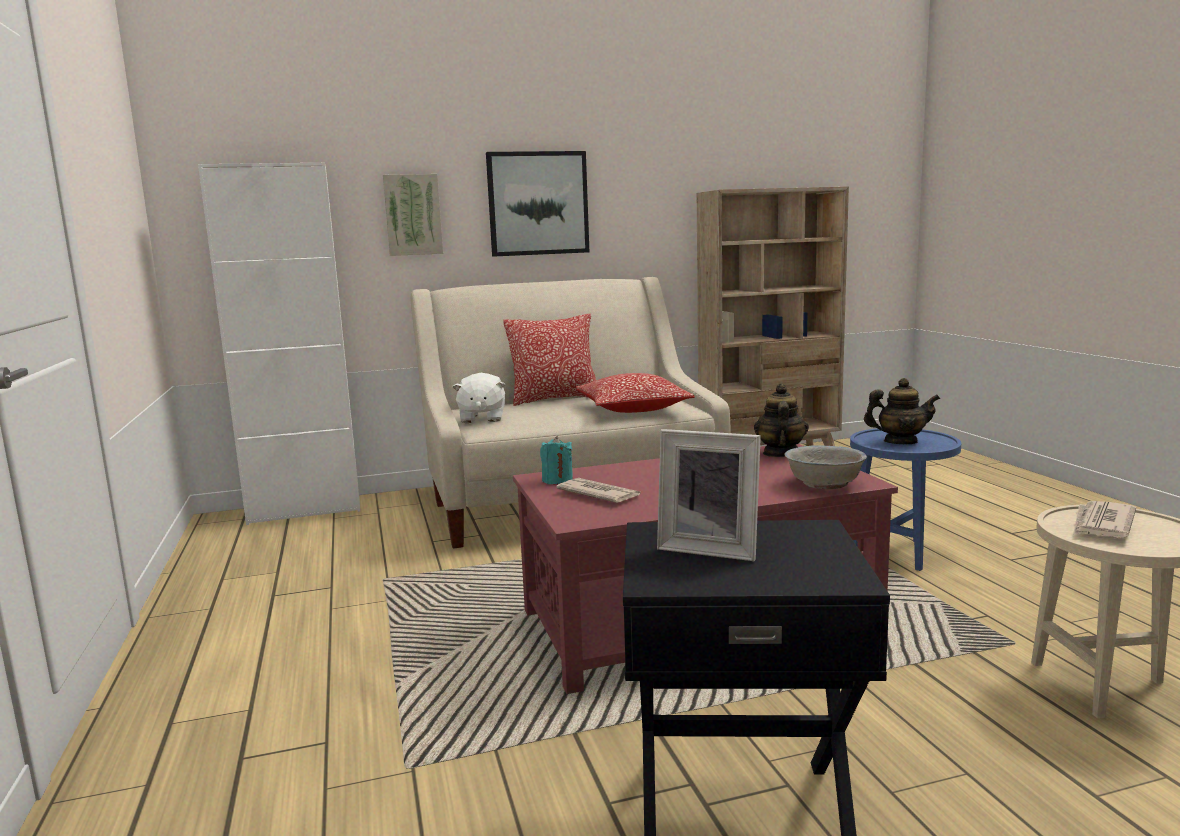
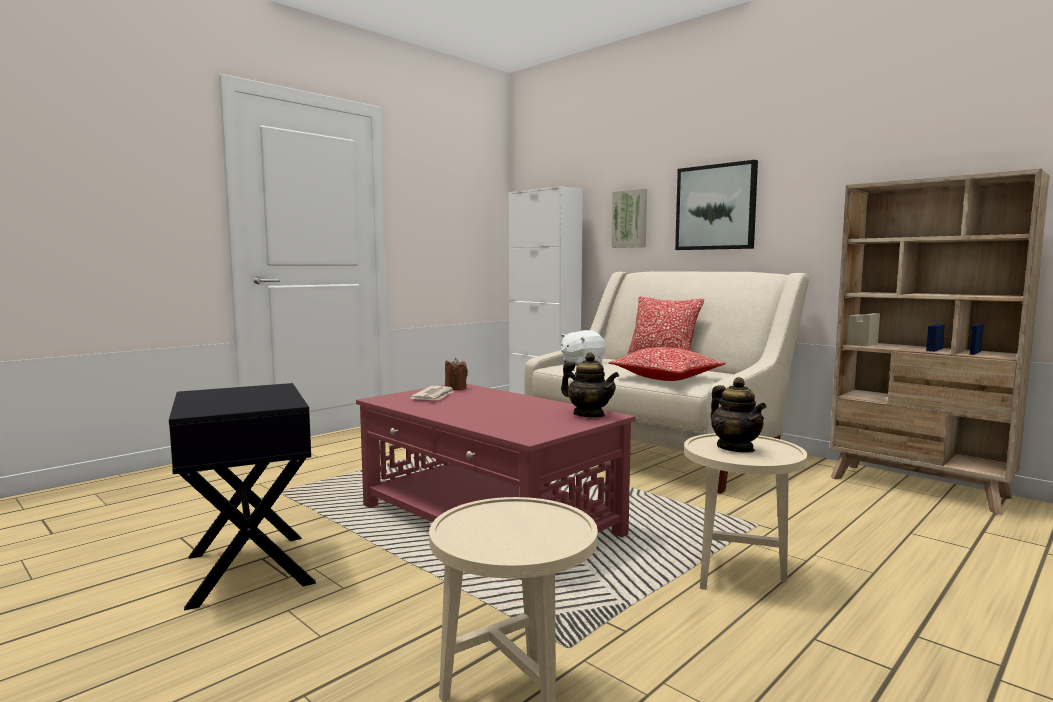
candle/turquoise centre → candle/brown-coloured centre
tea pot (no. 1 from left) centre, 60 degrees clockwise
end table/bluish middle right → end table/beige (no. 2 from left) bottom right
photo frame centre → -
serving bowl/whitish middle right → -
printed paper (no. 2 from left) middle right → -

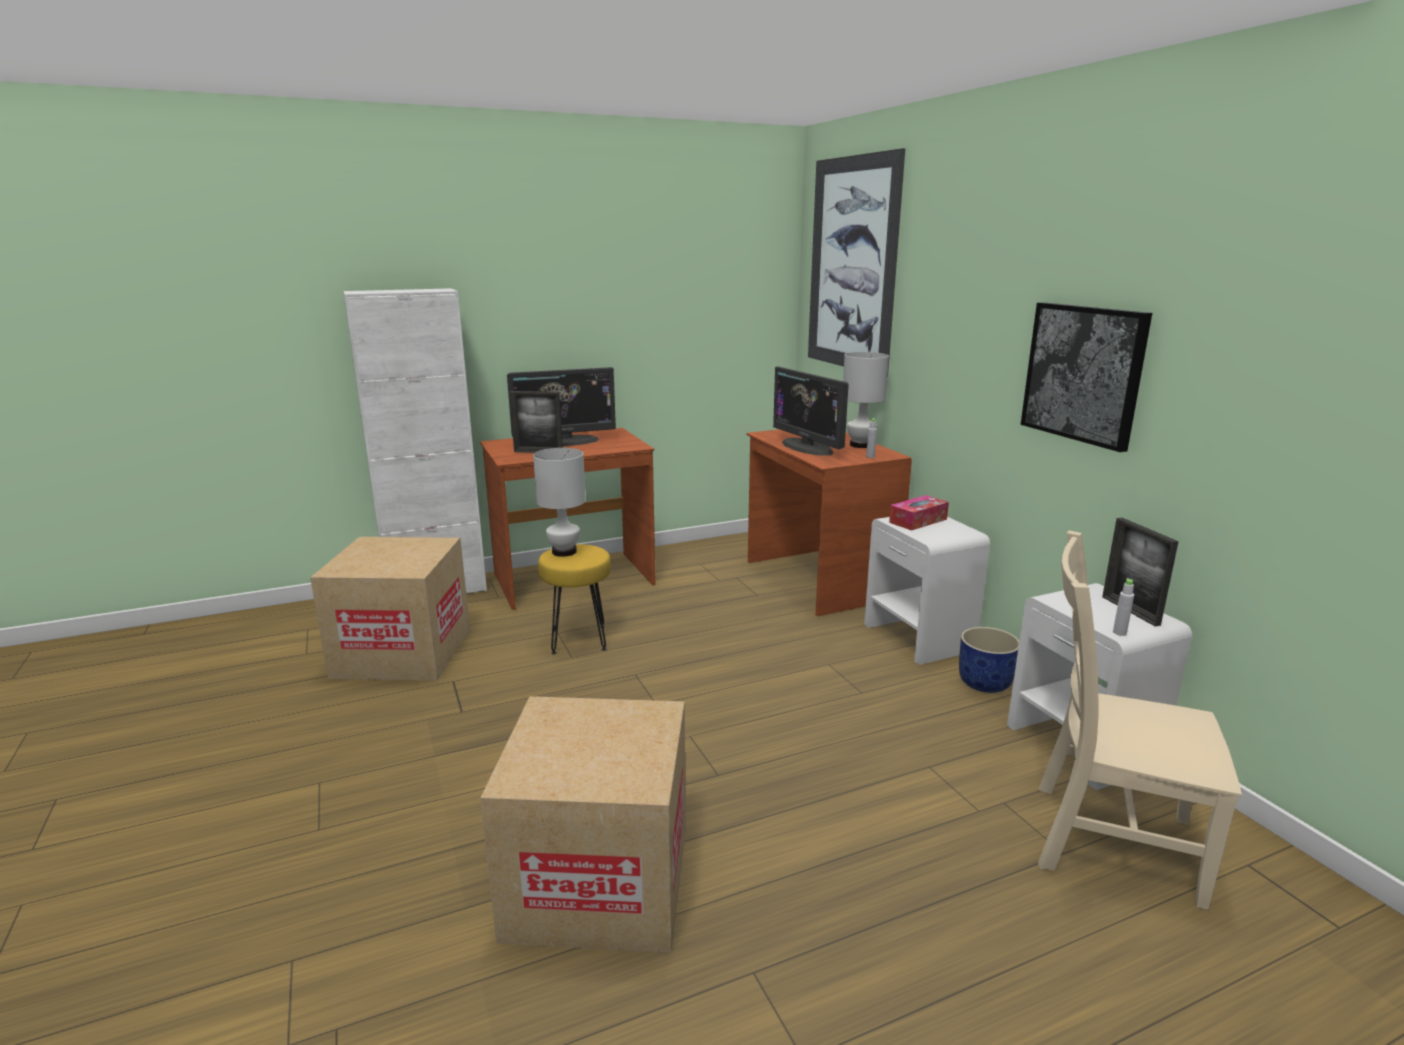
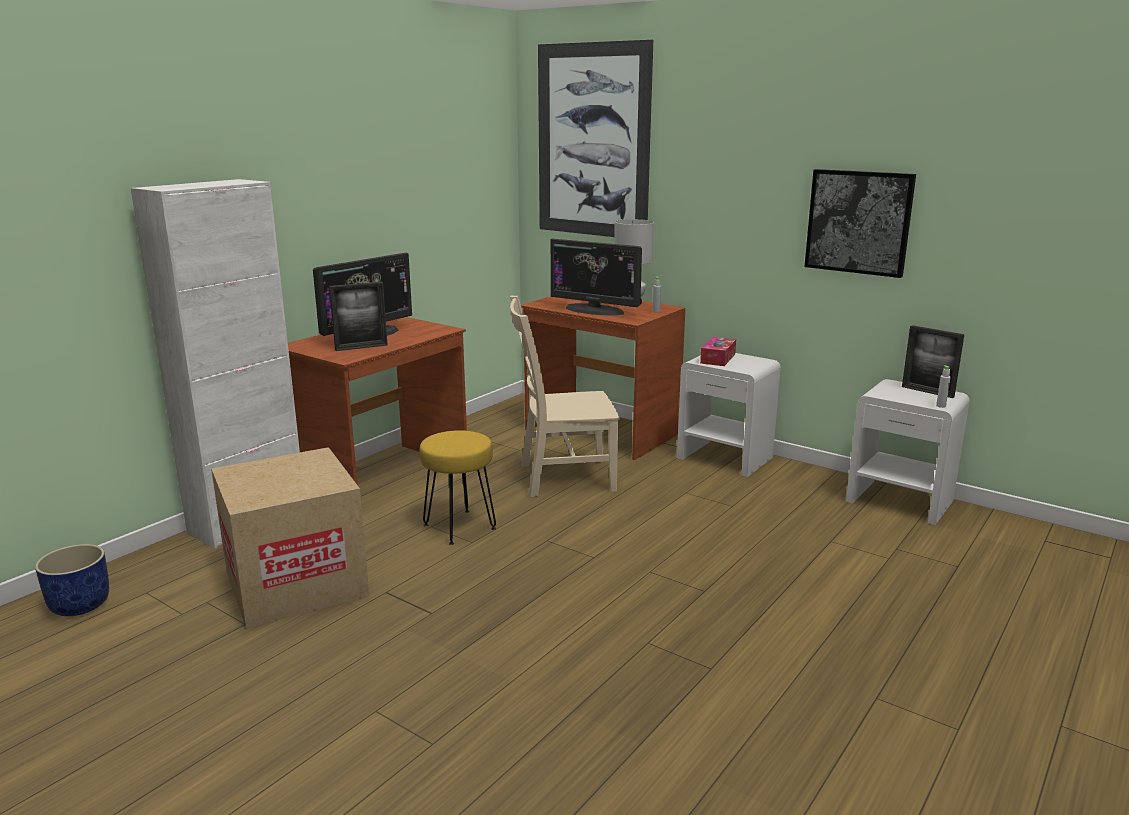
flower pot/bluish middle right → flower pot/bluish bottom left, shifted
plain chair/beige bottom right → plain chair/beige centre, shifted
cardboard box (no. 2 from left) bottom centre → -
tabletop lamp/whitish (no. 1 from left) centre → -

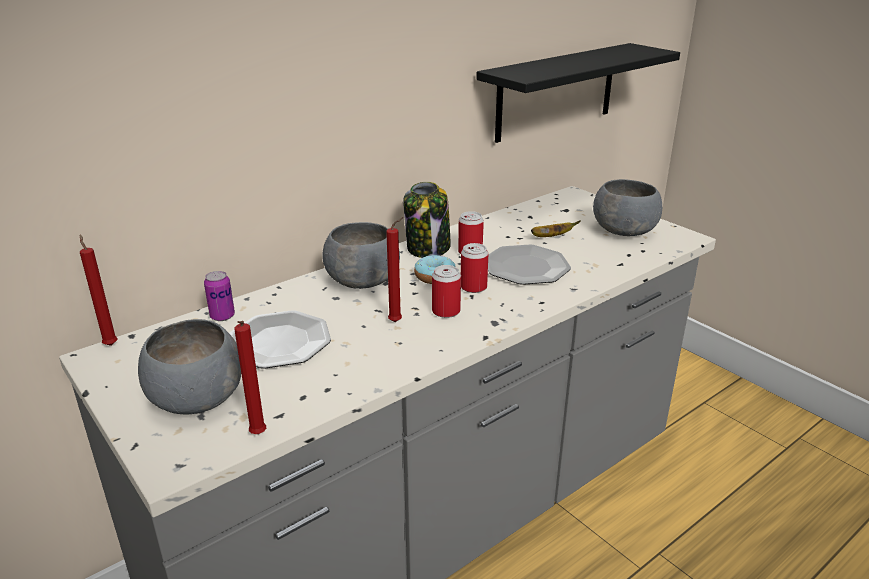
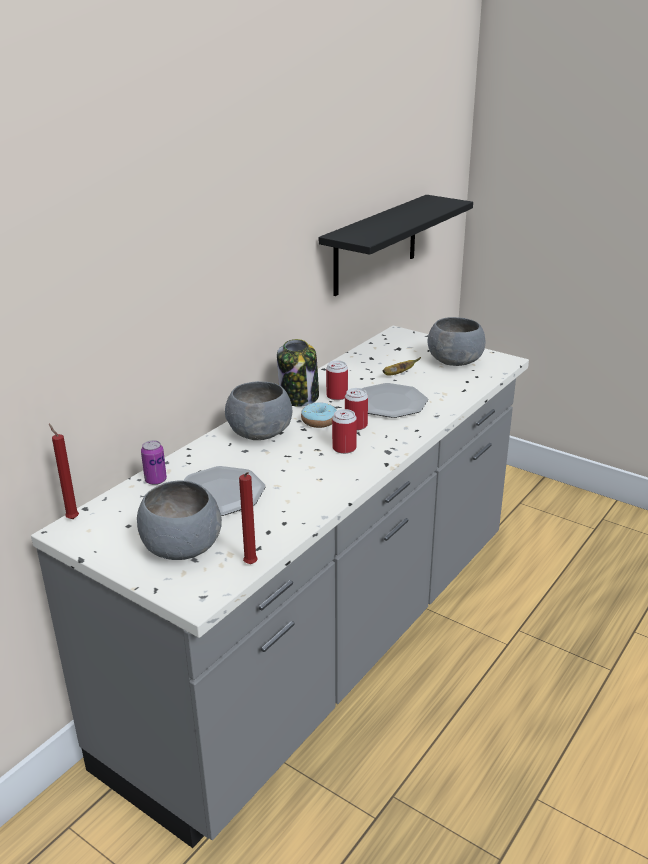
candle/reddish (no. 3 from left) centre → -

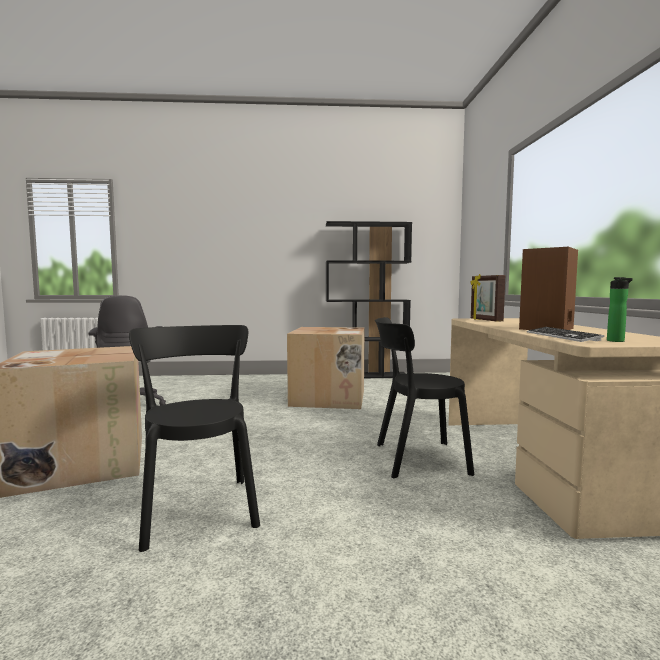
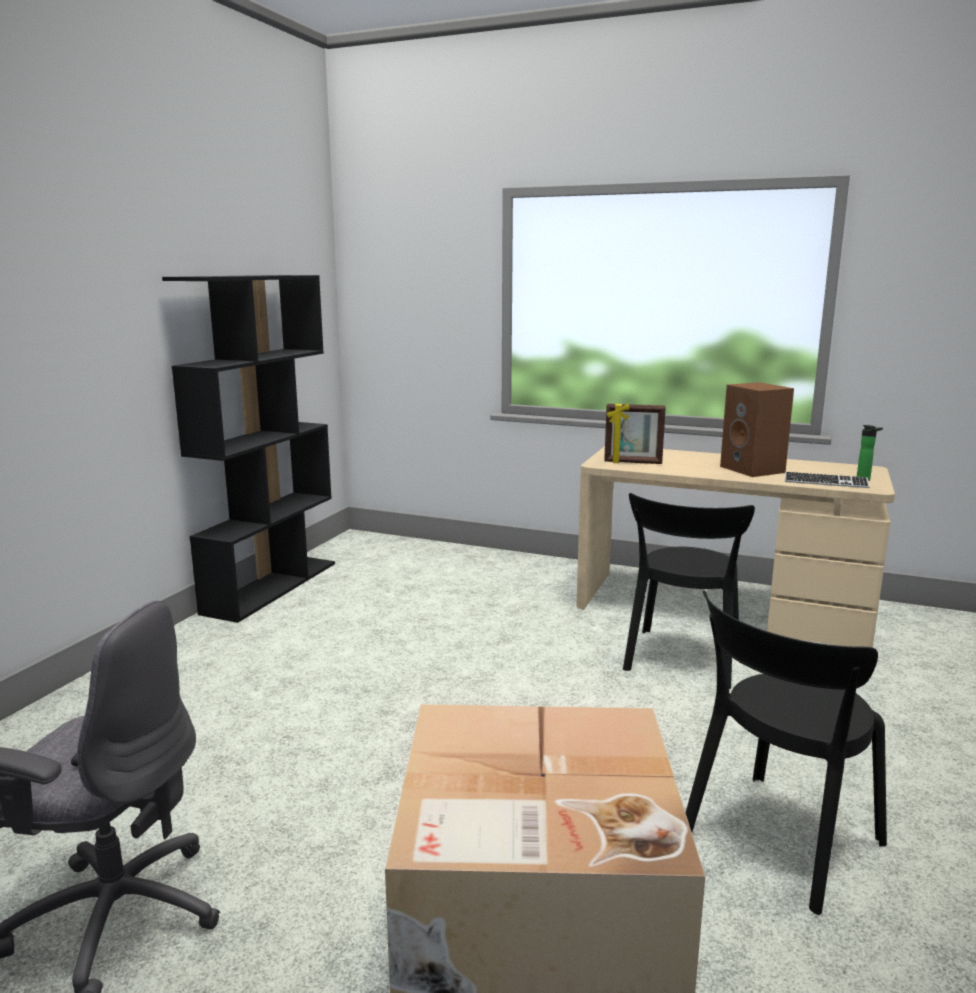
plain chair/black-coloured (no. 1 from left in the first image) middle left → plain chair/black-coloured (no. 2 from left) bottom right, 45 degrees counterclockwise
cardboard box (no. 2 from left) centre → -

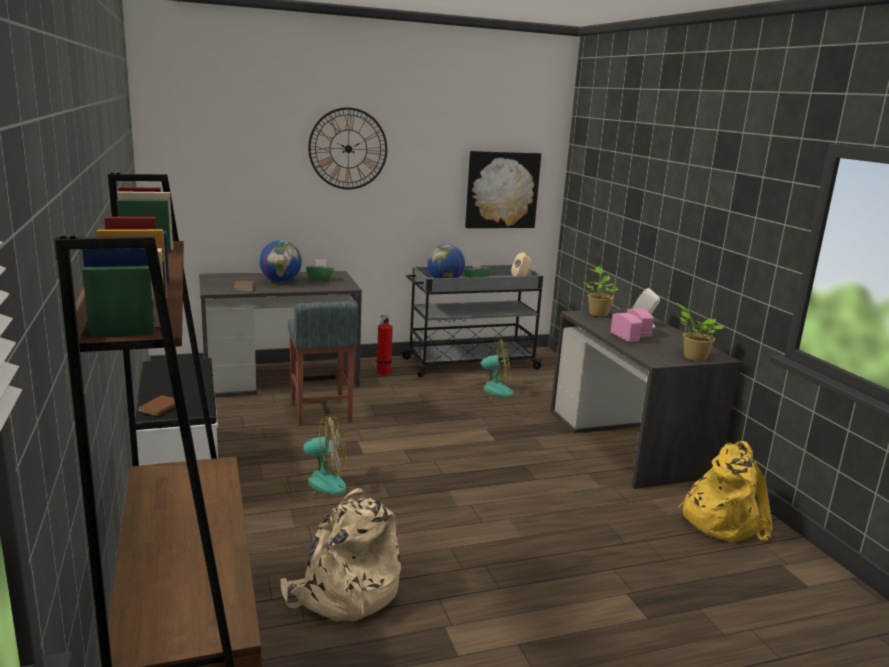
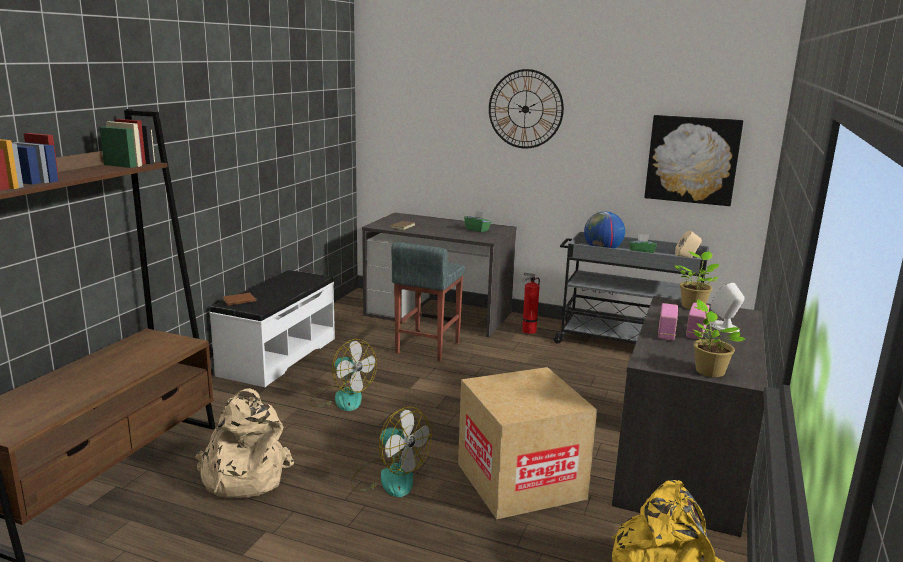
electric fan (no. 2 from left) centre → electric fan (no. 2 from left) bottom centre, shifted
- → cardboard box bottom centre
globe (no. 1 from left) middle left → -

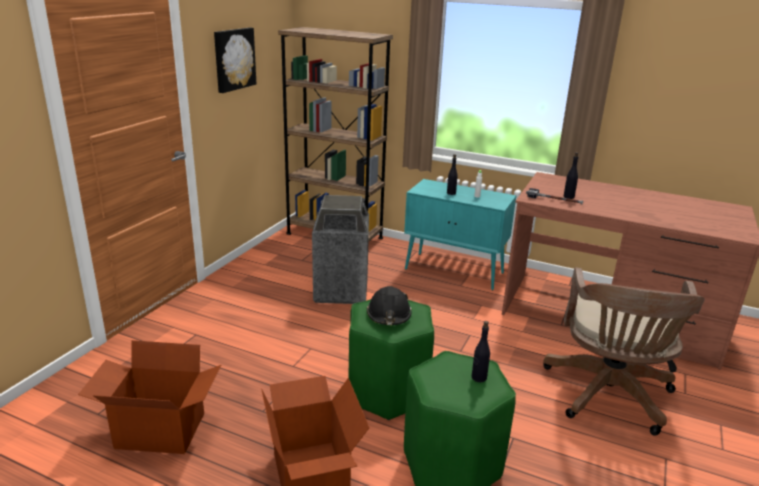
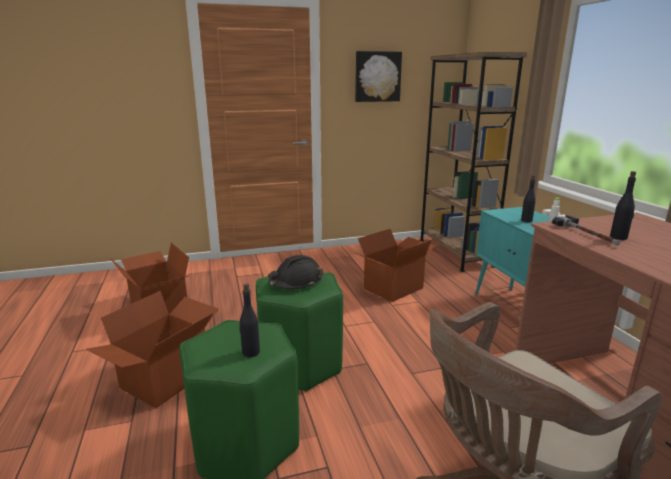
rubbish bin centre → cardboard box (no. 3 from left) centre

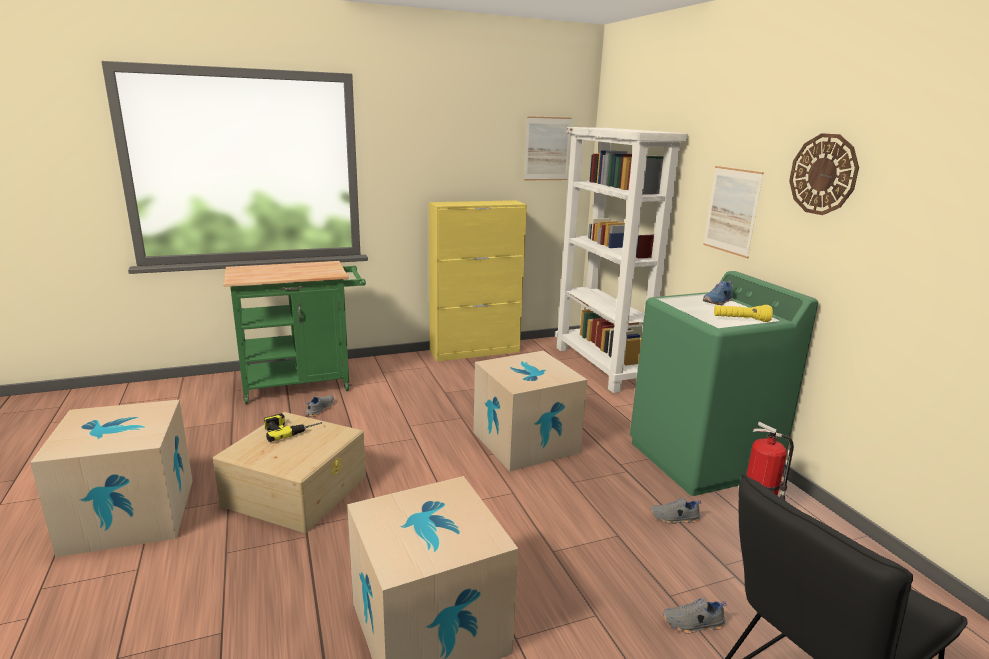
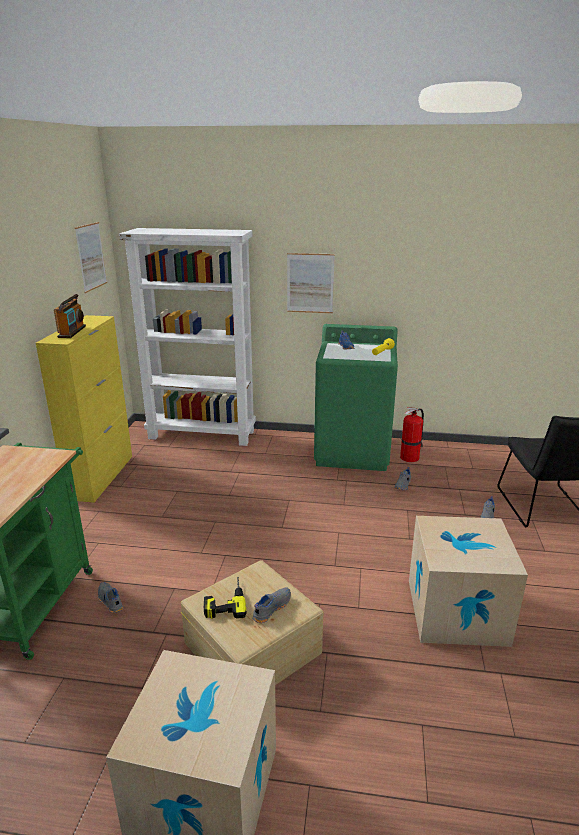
- → radio set middle left
- → low shoe/grey (no. 2 from left) bottom centre
cardboard box (no. 3 from left) centre → -
clock on the wall top right → -

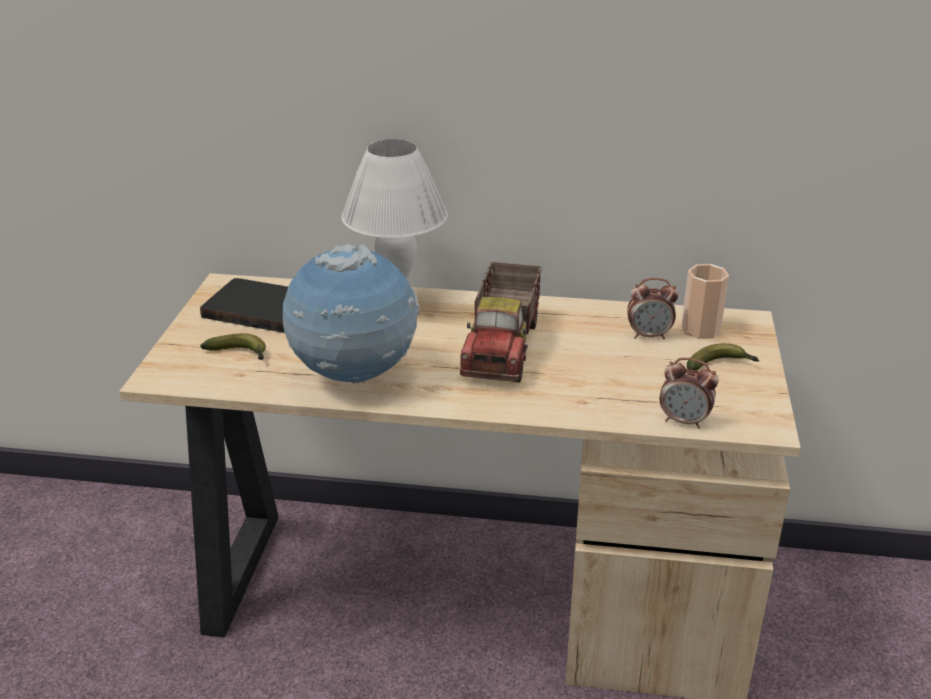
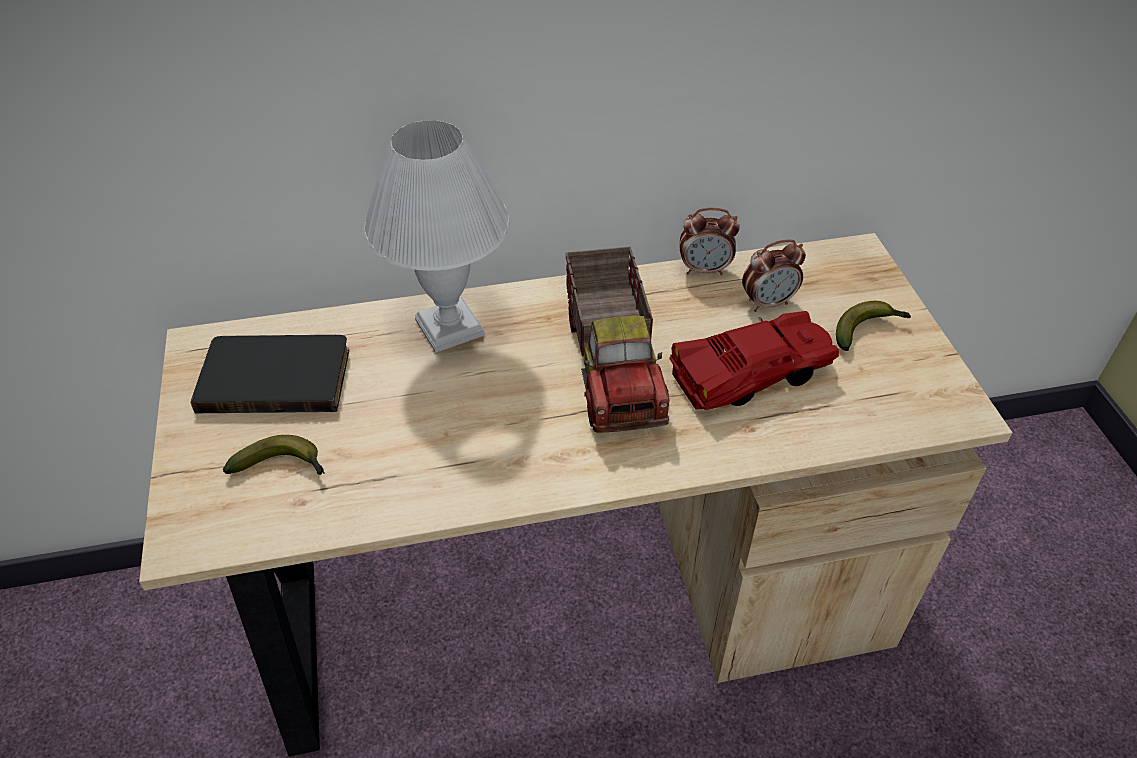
- → miniature car/reddish centre
alarm clock (no. 2 from left in the first image) middle right → alarm clock (no. 1 from left) top centre, shifted
globe centre → -
small cup middle right → -

